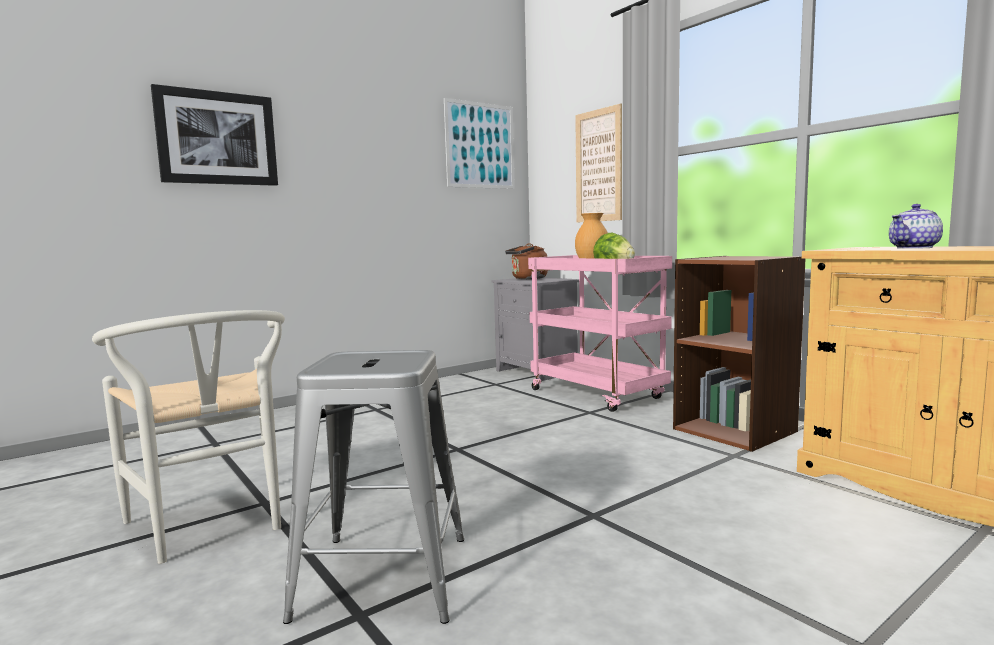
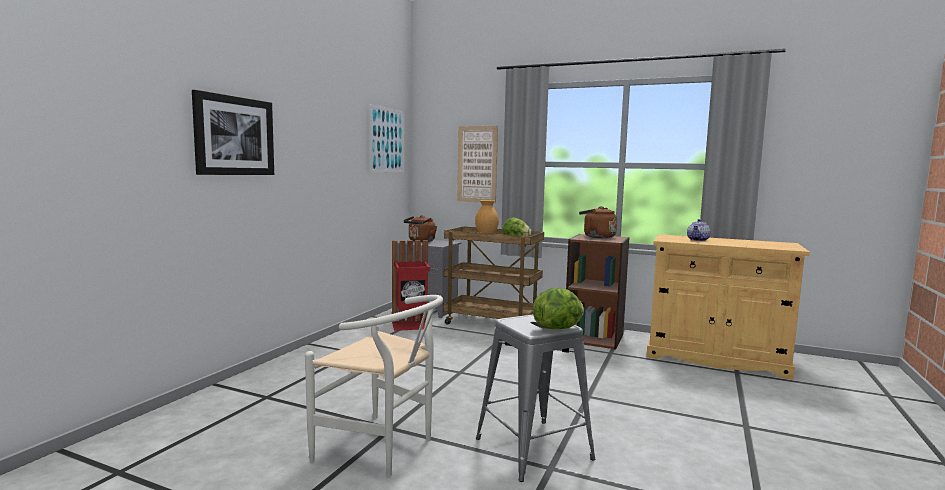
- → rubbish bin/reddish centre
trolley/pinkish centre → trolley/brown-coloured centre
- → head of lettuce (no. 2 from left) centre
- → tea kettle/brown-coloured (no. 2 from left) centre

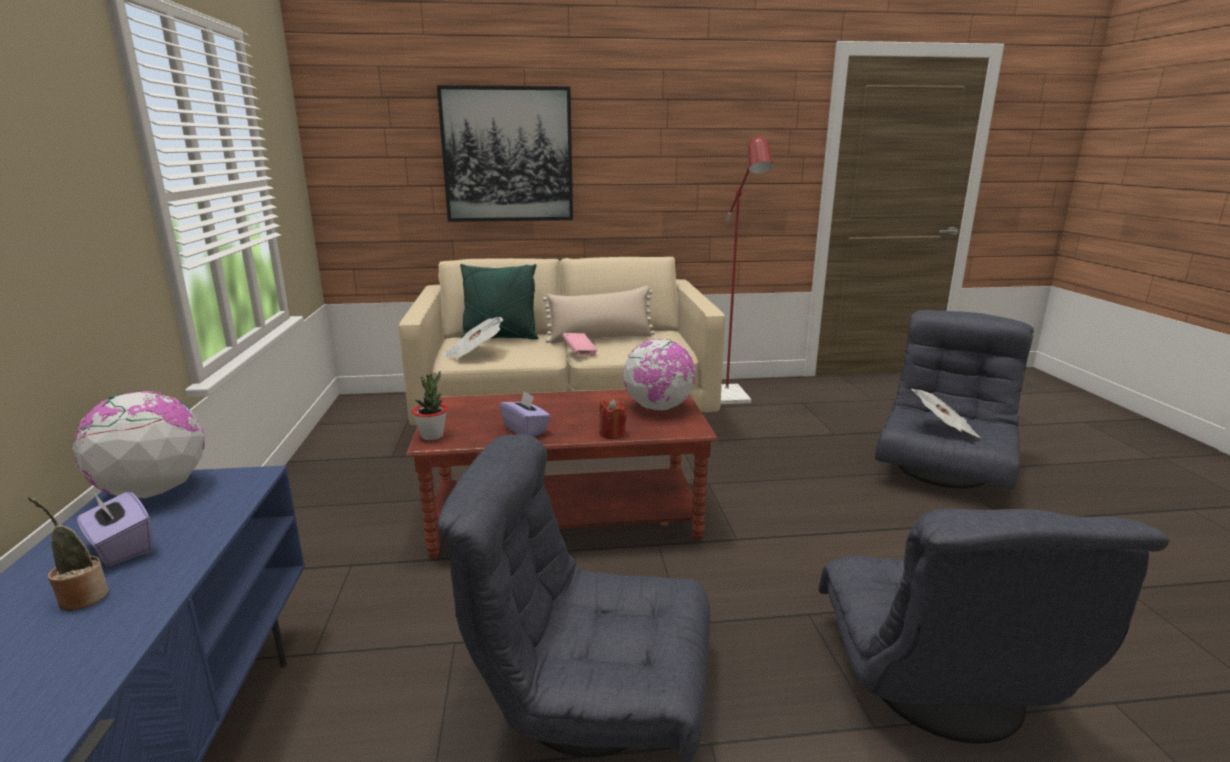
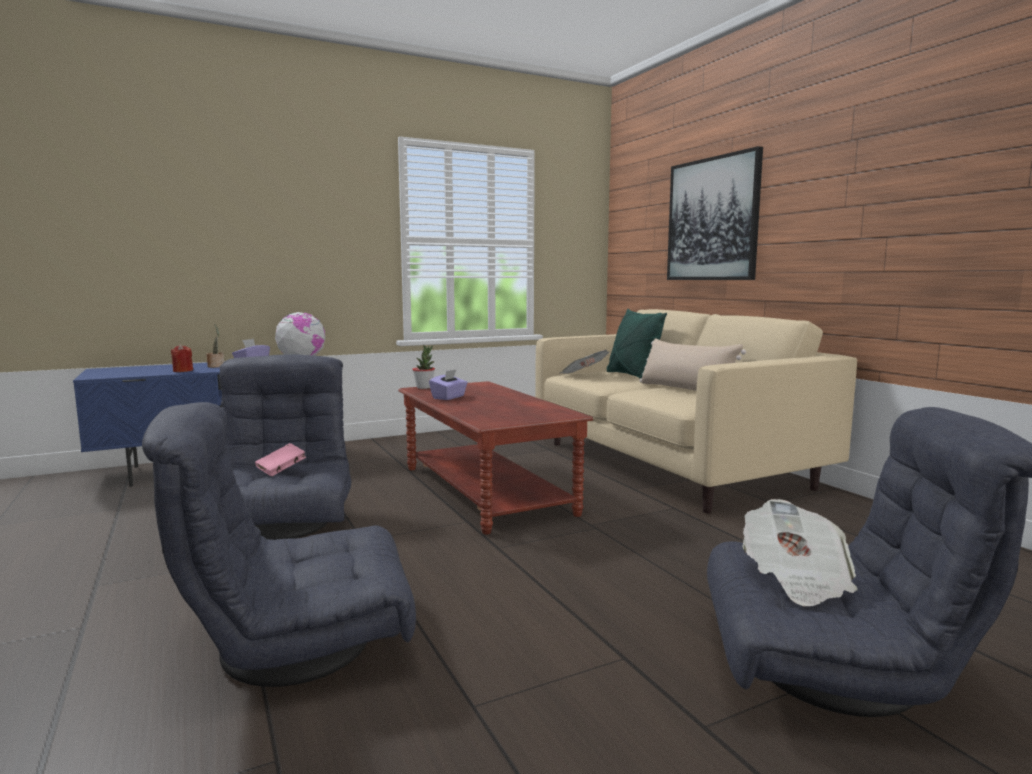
candle/reddish centre → candle/reddish middle left, shifted
bound book/pinkish centre → bound book/pinkish middle left, shifted
globe (no. 2 from left) centre → -
standing lamp/reddish centre → -

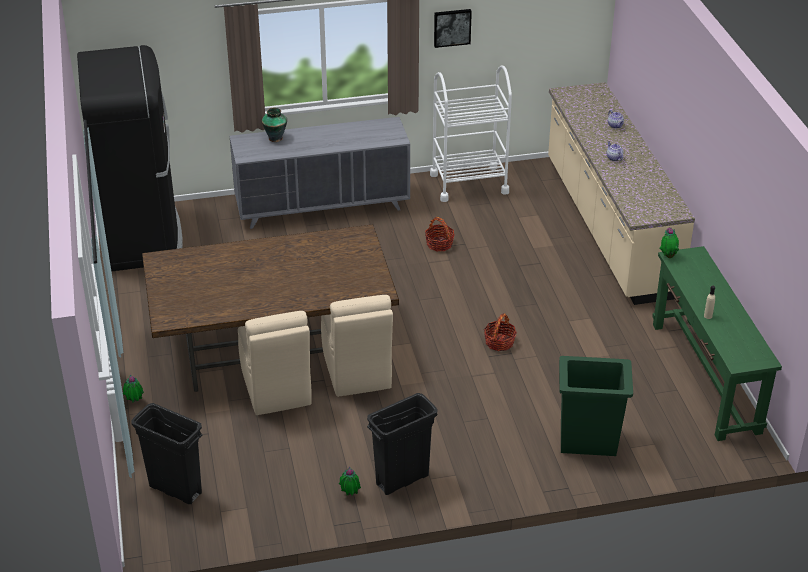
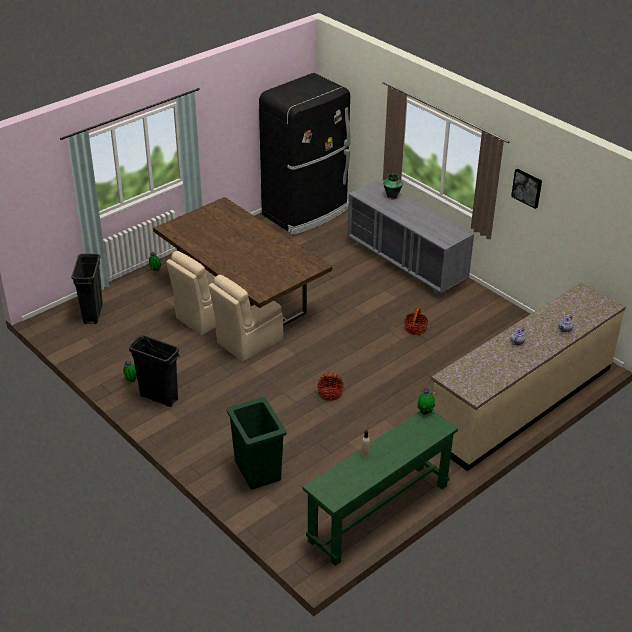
trolley/whitish top centre → -

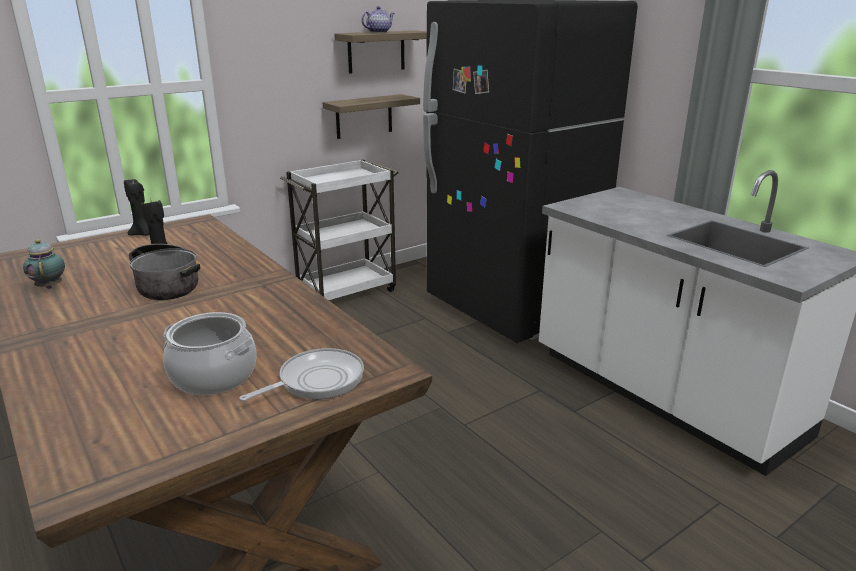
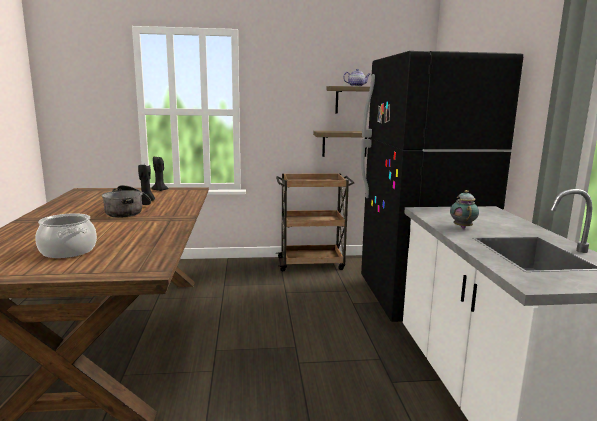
trolley/whitish centre → trolley/brown-coloured centre
tea pot (no. 1 from left in the first image) middle left → tea pot (no. 2 from left) middle right, shifted
frying pan centre → -

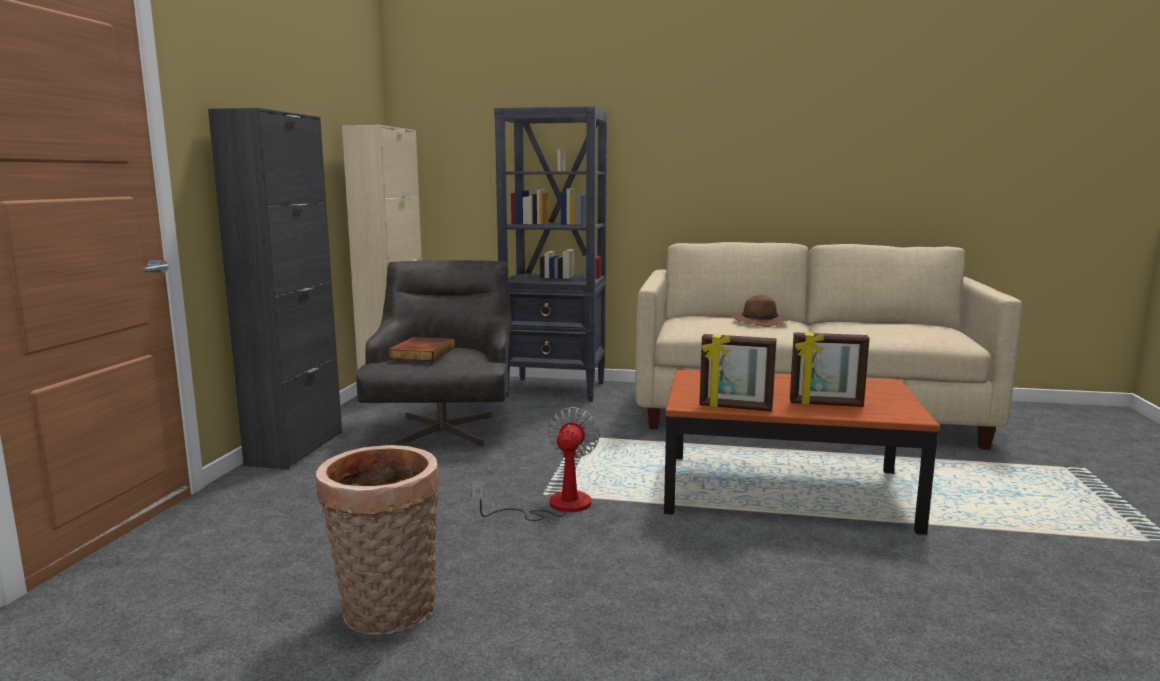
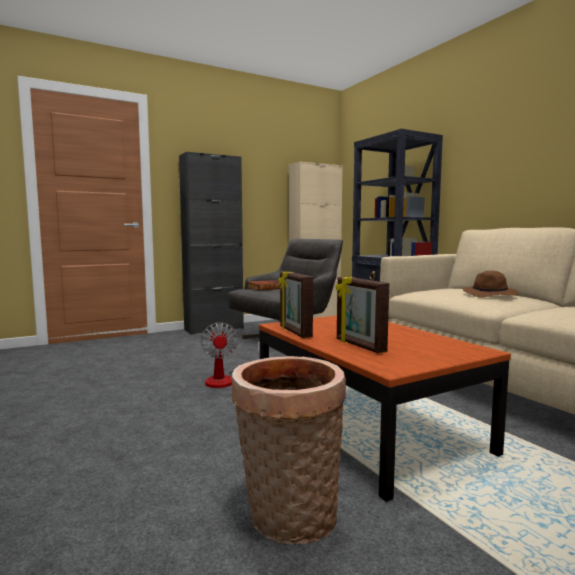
electric fan bottom centre → electric fan centre, 105 degrees clockwise
basket bottom left → basket bottom centre, shifted

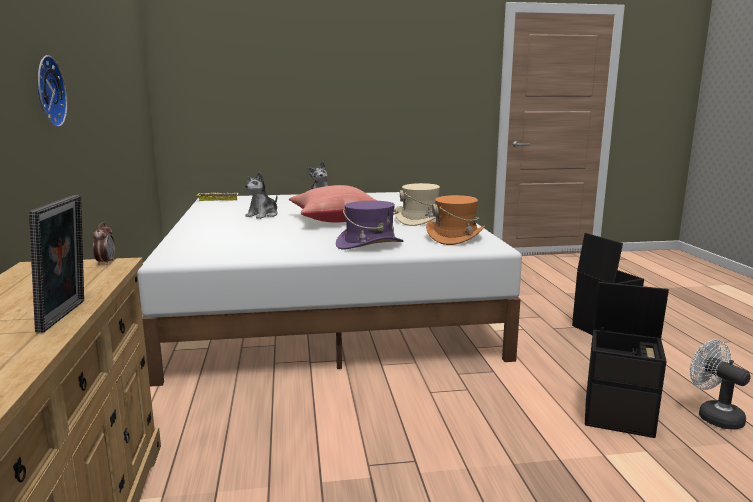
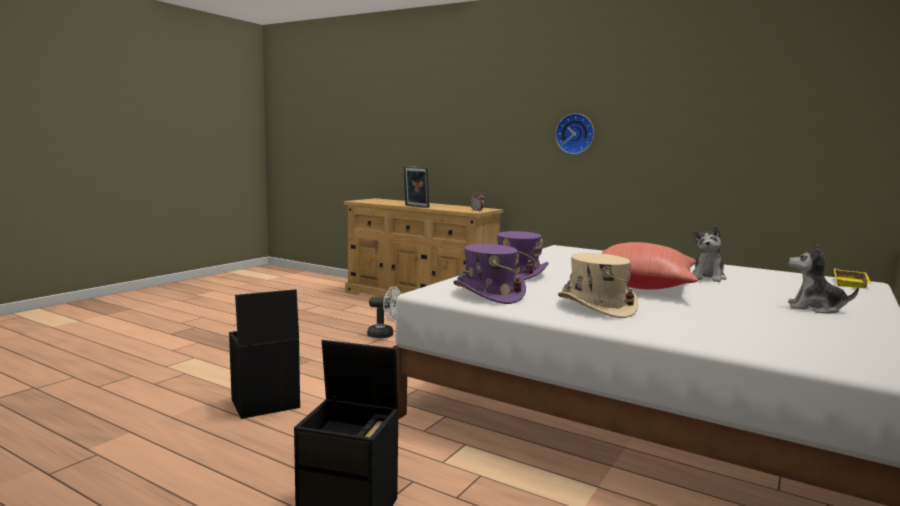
electric fan/whitish bottom right → electric fan/whitish centre, shifted
hat/orange-coloured centre → hat/purple-coloured (no. 1 from left) centre
cuddly toy (no. 1 from left) centre → cuddly toy (no. 1 from left) middle right, 135 degrees counterclockwise

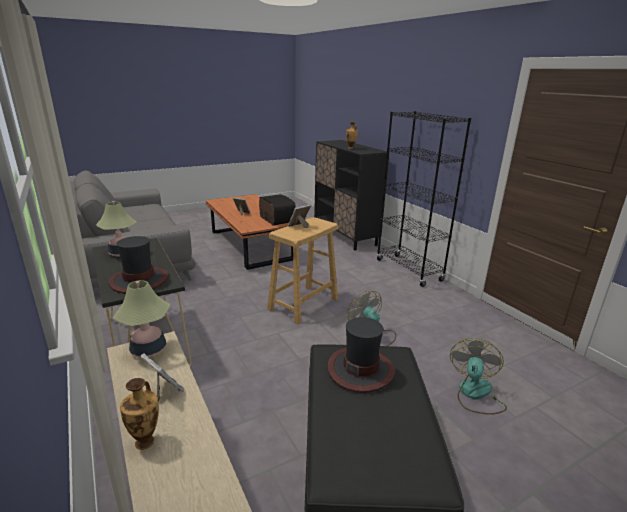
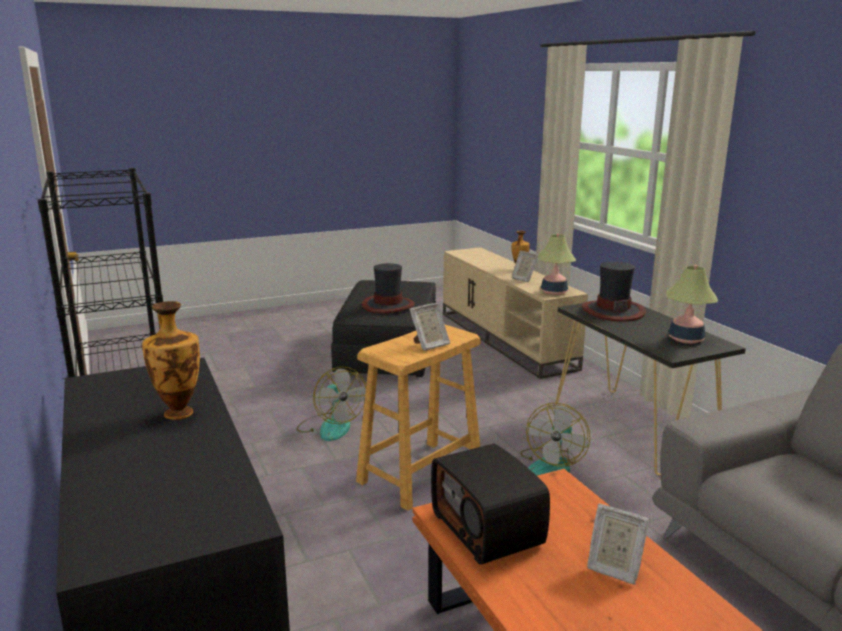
electric fan (no. 2 from left) bottom right → electric fan (no. 2 from left) bottom centre, shifted

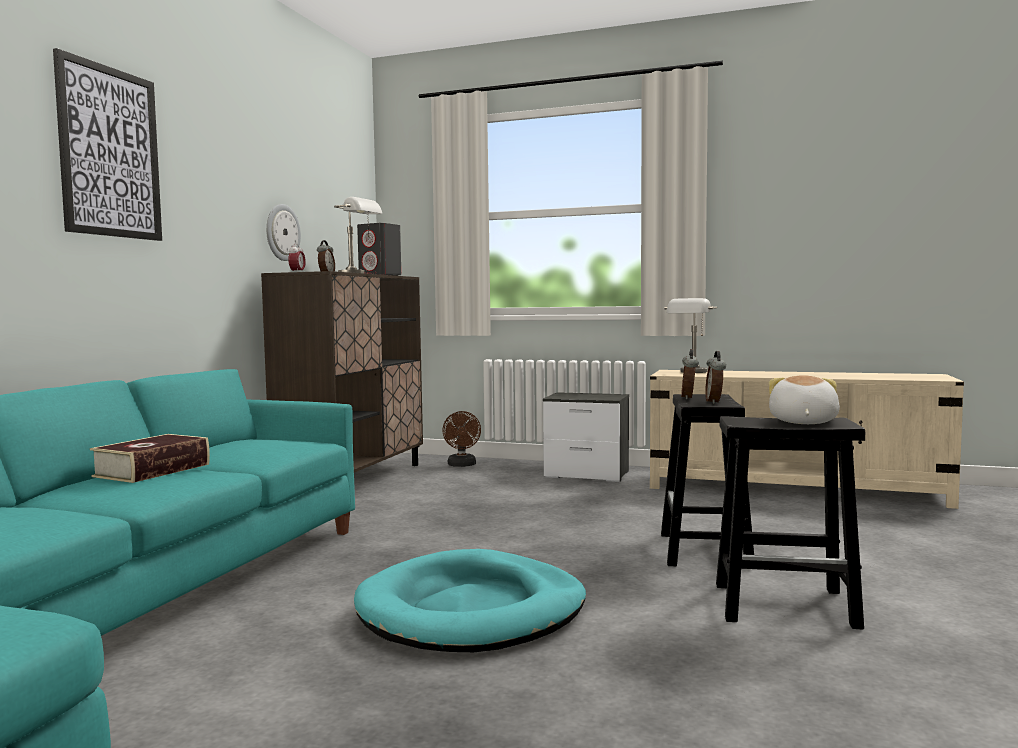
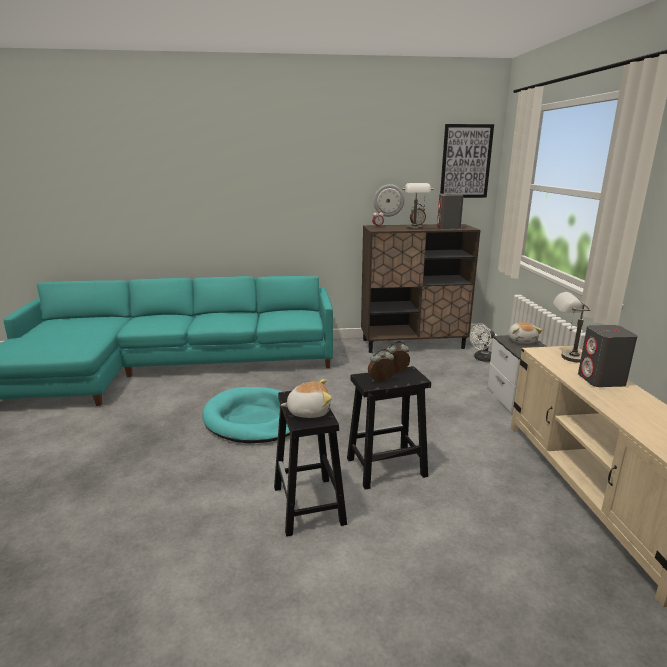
picture top left → picture top right, shifted
electric fan/brown-coloured centre → electric fan/whitish middle right
- → cuddly toy (no. 2 from left) middle right
- → audio speaker/grey (no. 2 from left) middle right
bound book middle left → -

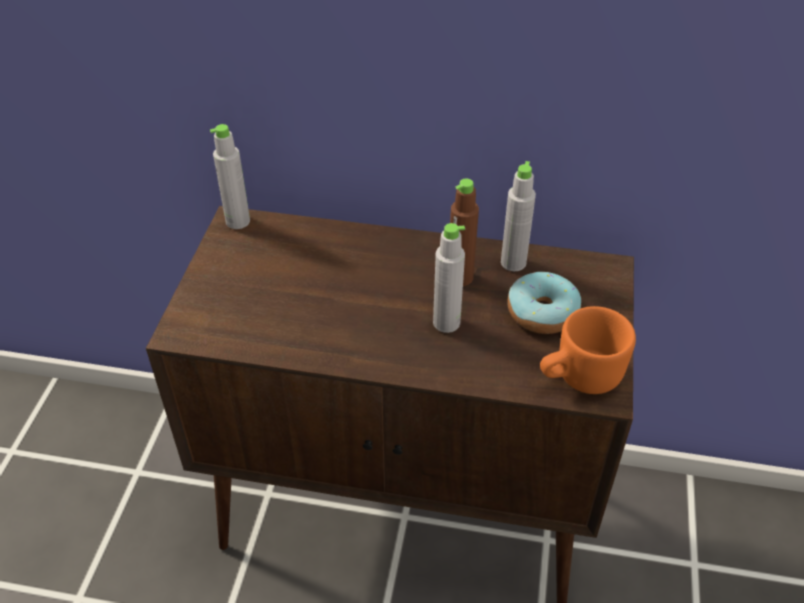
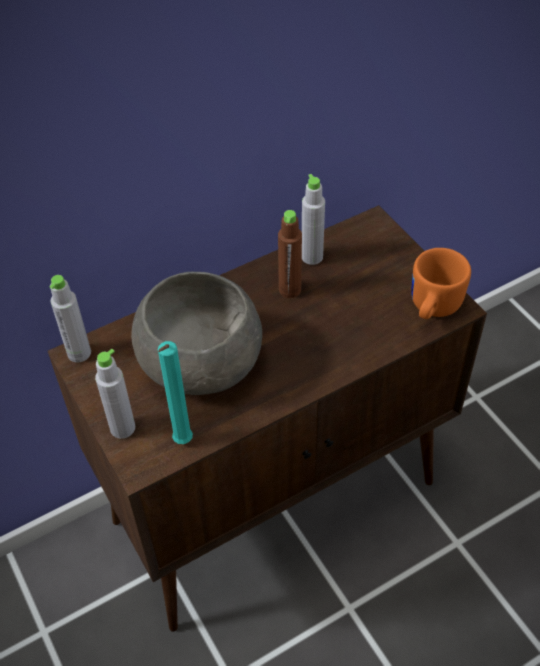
beverage bottle/grey (no. 2 from left) centre → beverage bottle/grey (no. 2 from left) middle left, shifted
- → serving bowl/grey centre
- → candle/turquoise middle left
ring doughnut middle right → -

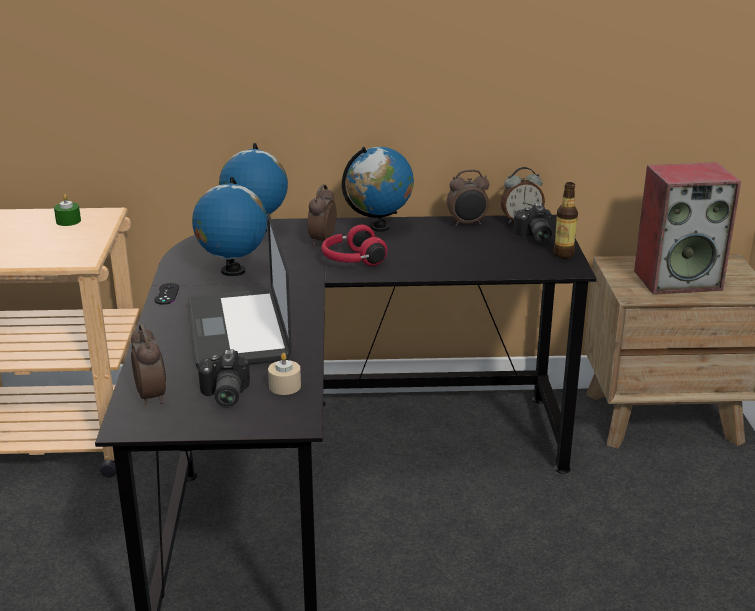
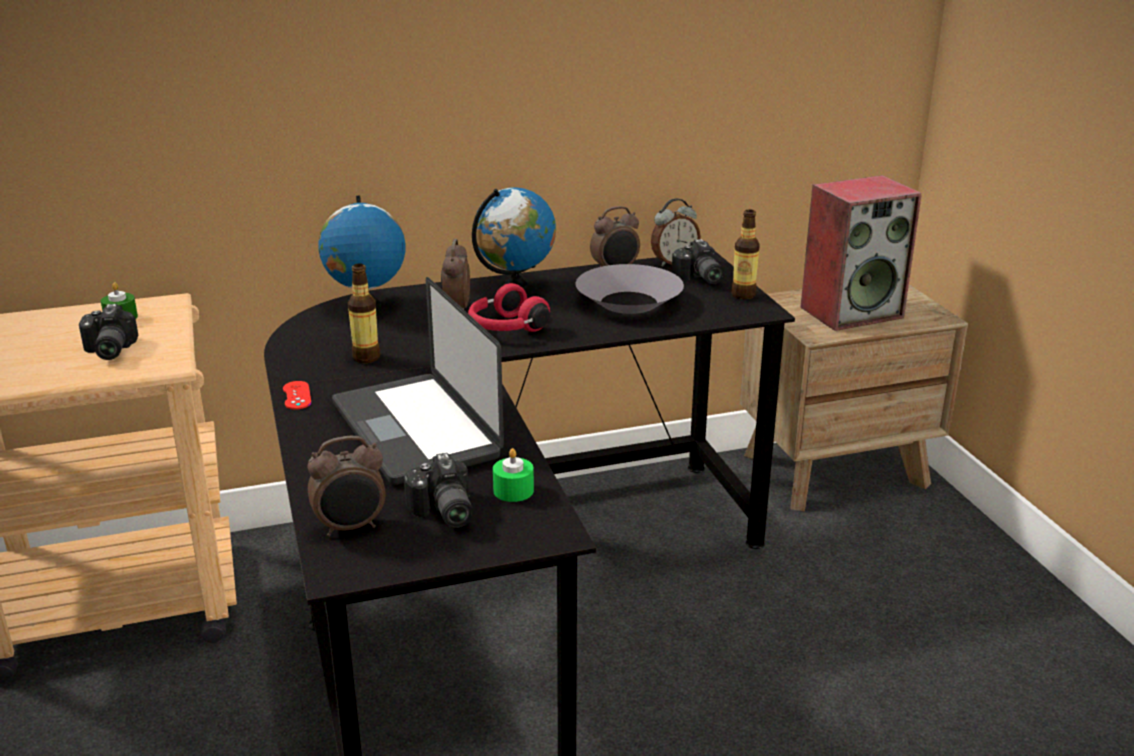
- → still camera (no. 1 from left) middle left
game controller/black-coloured middle left → game controller/reddish middle left
alarm clock (no. 1 from left) middle left, 105 degrees clockwise
globe (no. 1 from left) middle left → beverage bottle (no. 1 from left) middle left
candle/beige centre → candle/greenish (no. 2 from left) centre
- → serving bowl/grey centre

